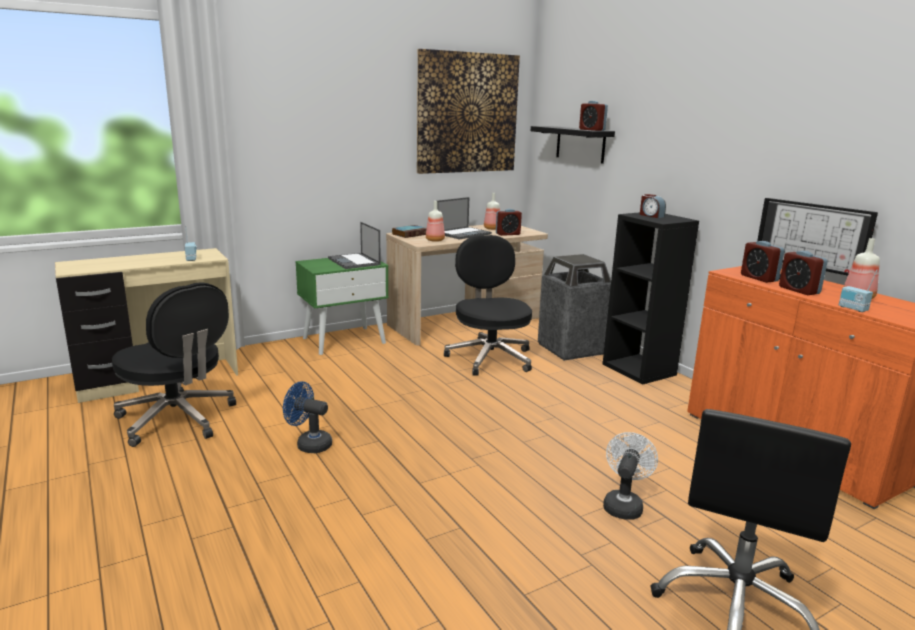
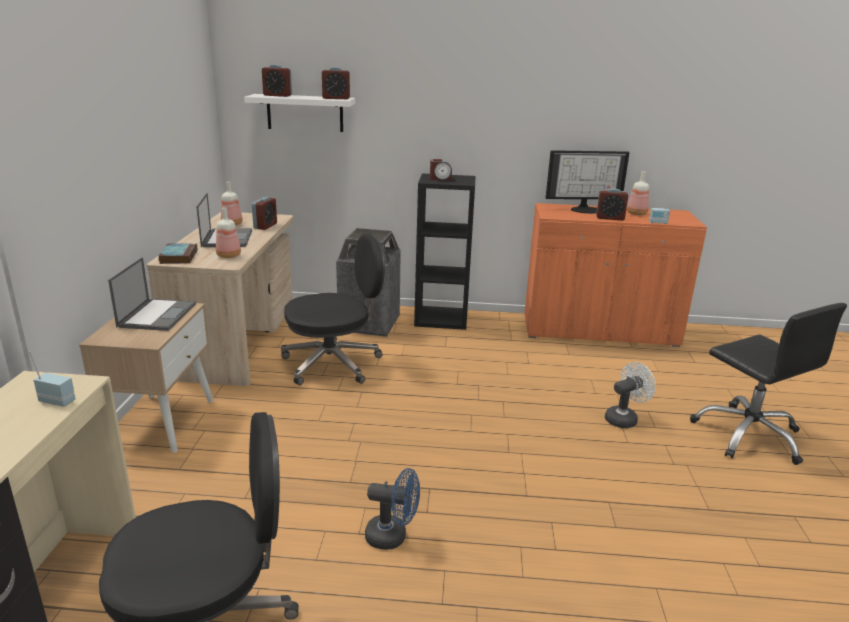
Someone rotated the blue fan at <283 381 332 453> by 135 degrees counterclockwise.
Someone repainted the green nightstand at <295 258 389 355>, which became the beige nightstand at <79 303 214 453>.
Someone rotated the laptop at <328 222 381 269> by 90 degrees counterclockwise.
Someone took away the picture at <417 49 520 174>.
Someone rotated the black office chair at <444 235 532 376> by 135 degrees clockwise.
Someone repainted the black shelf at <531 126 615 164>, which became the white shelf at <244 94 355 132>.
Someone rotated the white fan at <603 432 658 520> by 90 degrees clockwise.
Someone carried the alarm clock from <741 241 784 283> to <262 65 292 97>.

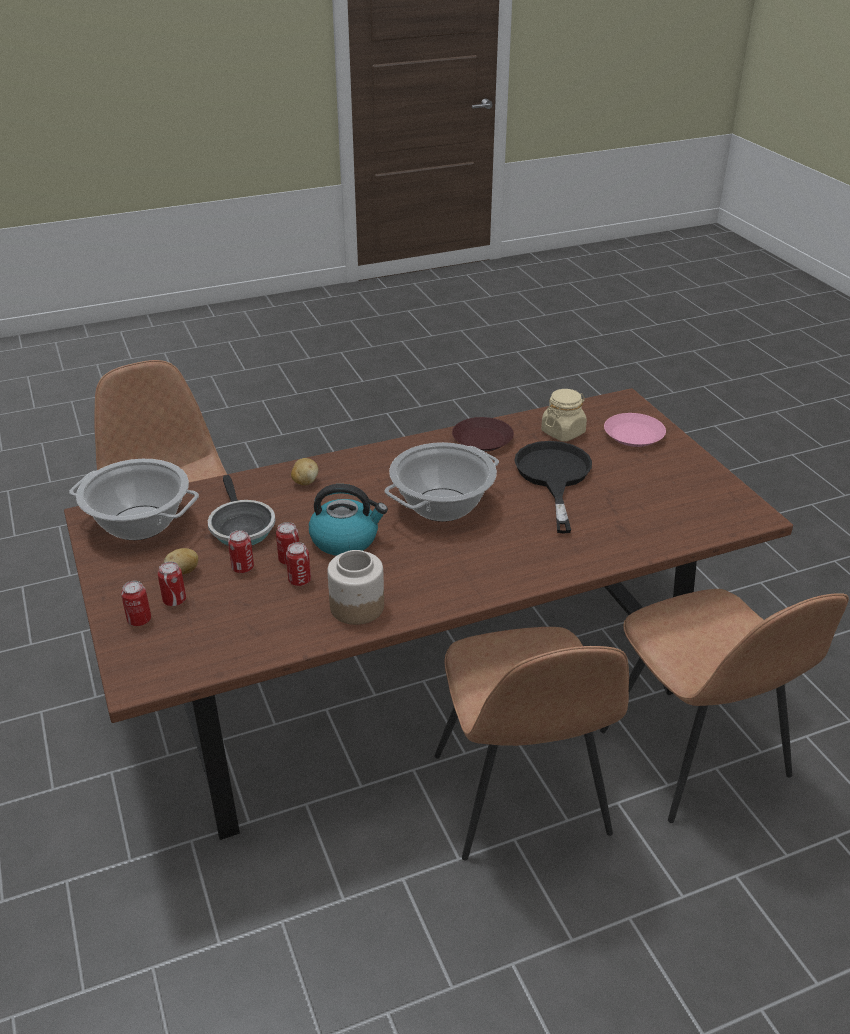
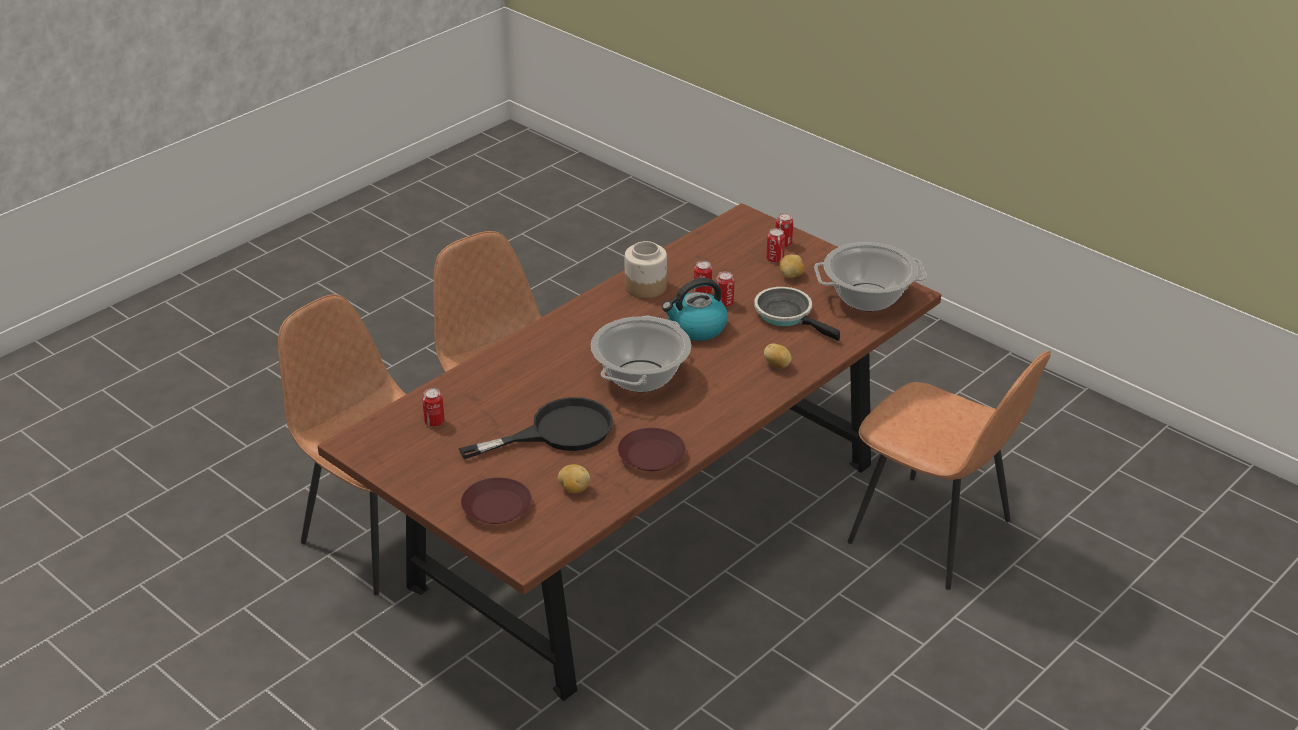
Someone carried the can from <228 530 254 573> to <422 388 444 427>.
Someone rotated the black frying pan at <514 441 592 534> by 90 degrees counterclockwise.
Someone swapped the beige jar at <541 389 587 441> for the potato at <558 464 590 493>.
Someone repainted the pink plate at <604 413 666 447>, which became the brown plate at <461 477 532 524>.

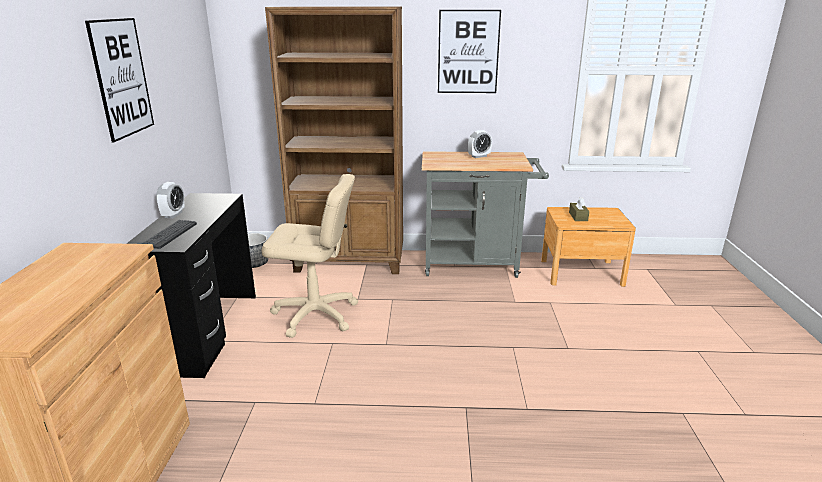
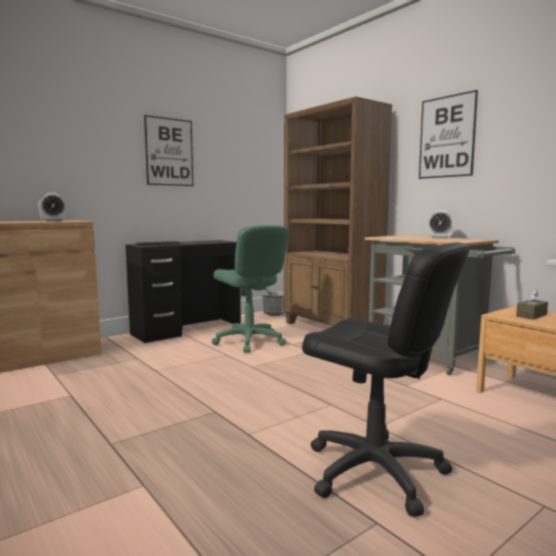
Someone carried the alarm clock from <156 182 185 218> to <38 193 67 222>.
Someone repainted the beige office chair at <261 174 358 338>, which became the green office chair at <212 225 288 353>.
Someone put down the black office chair at <302 242 469 517>.

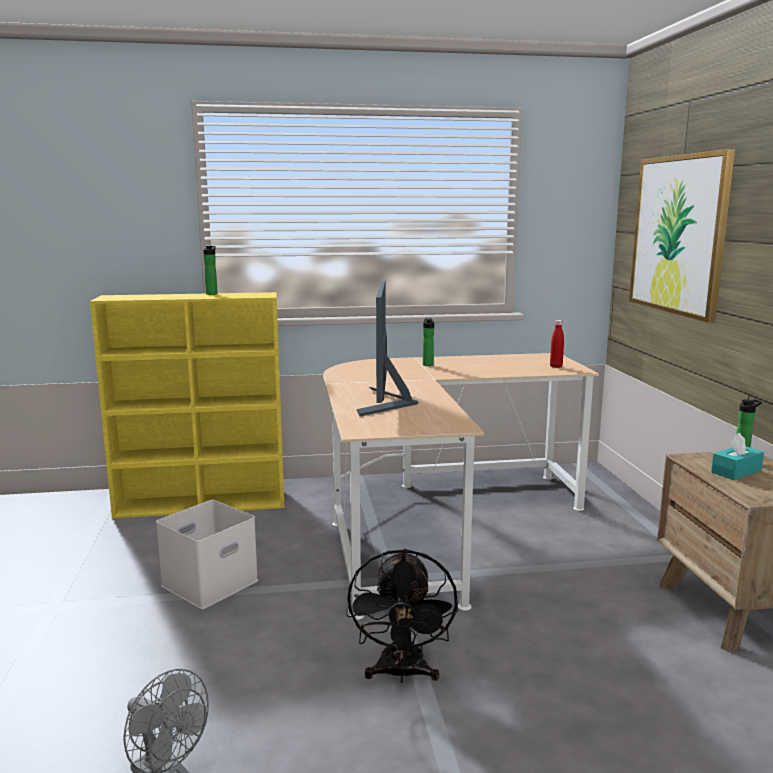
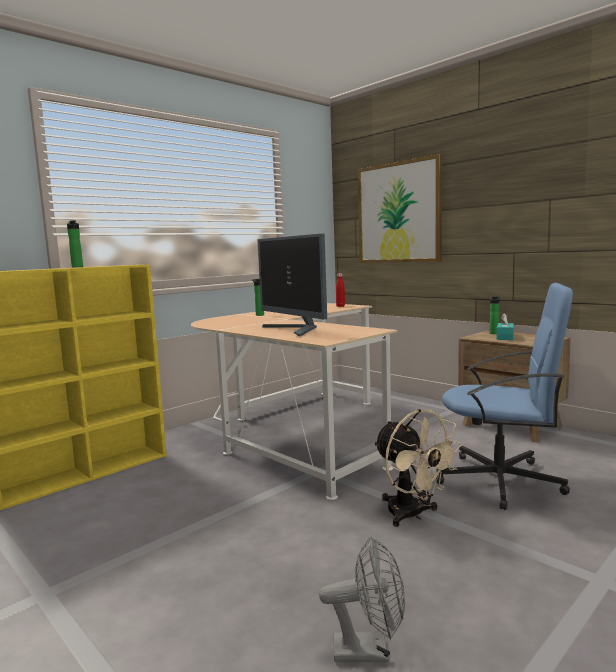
Someone took away the white storage box at <156 500 258 609>.
Someone repainted the black fan at <346 549 458 683>, which became the beige fan at <374 409 462 527>.
Someone put down the blue office chair at <436 283 573 510>.

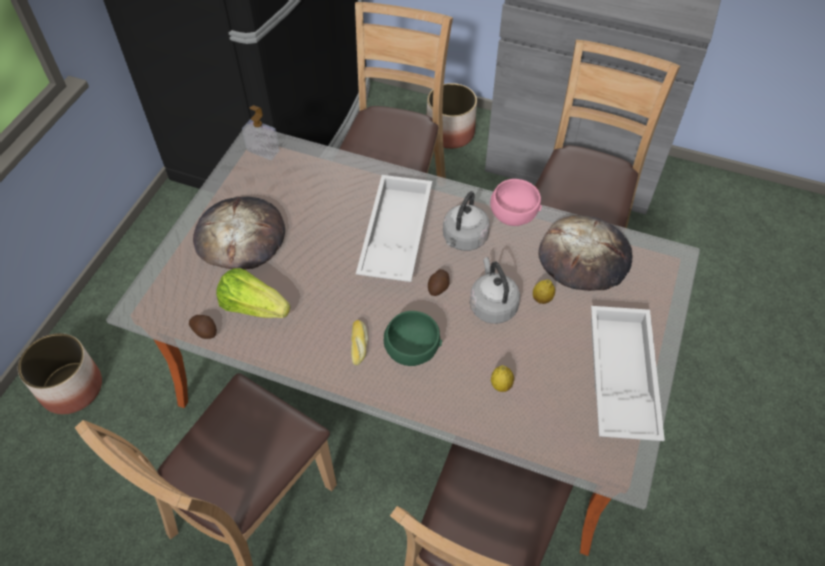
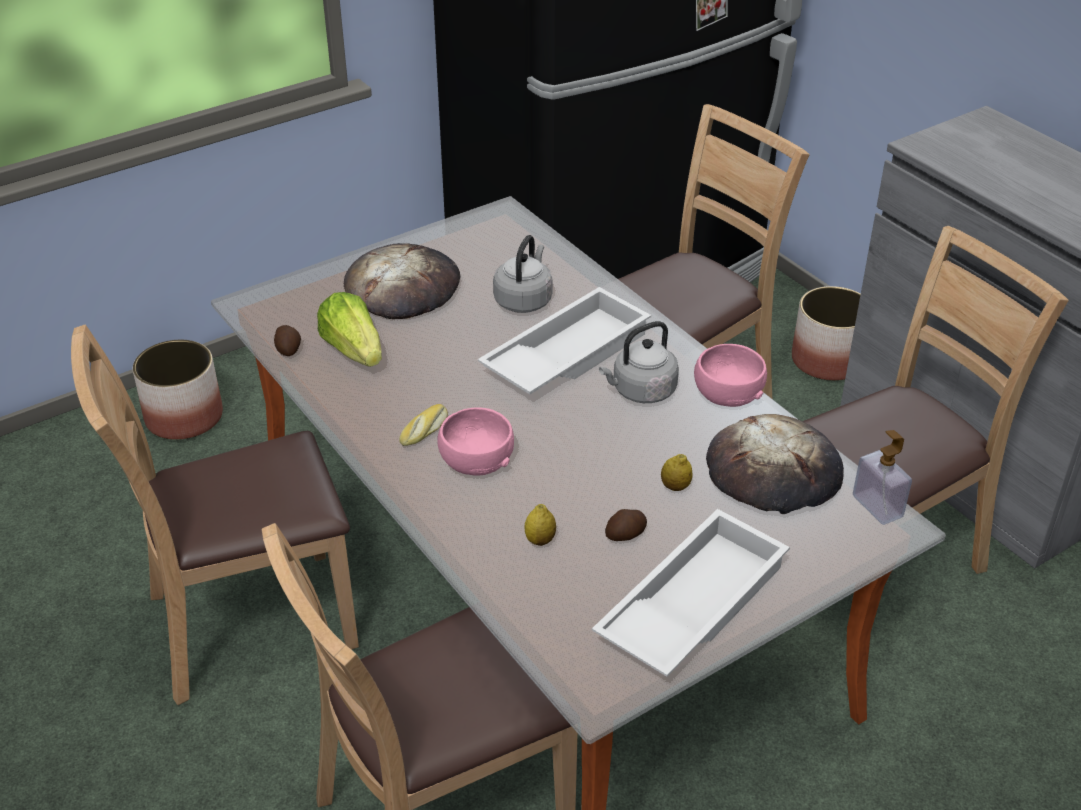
Someone carried the soap dispenser from <242 105 280 160> to <853 430 912 525>.
Someone repainted the green bowl at <384 311 442 366>, which became the pink bowl at <437 407 514 476>.
Someone carried the potato from <428 269 450 296> to <605 509 647 541>.
Someone carried the grey kettle from <470 257 520 324> to <493 235 552 313>.

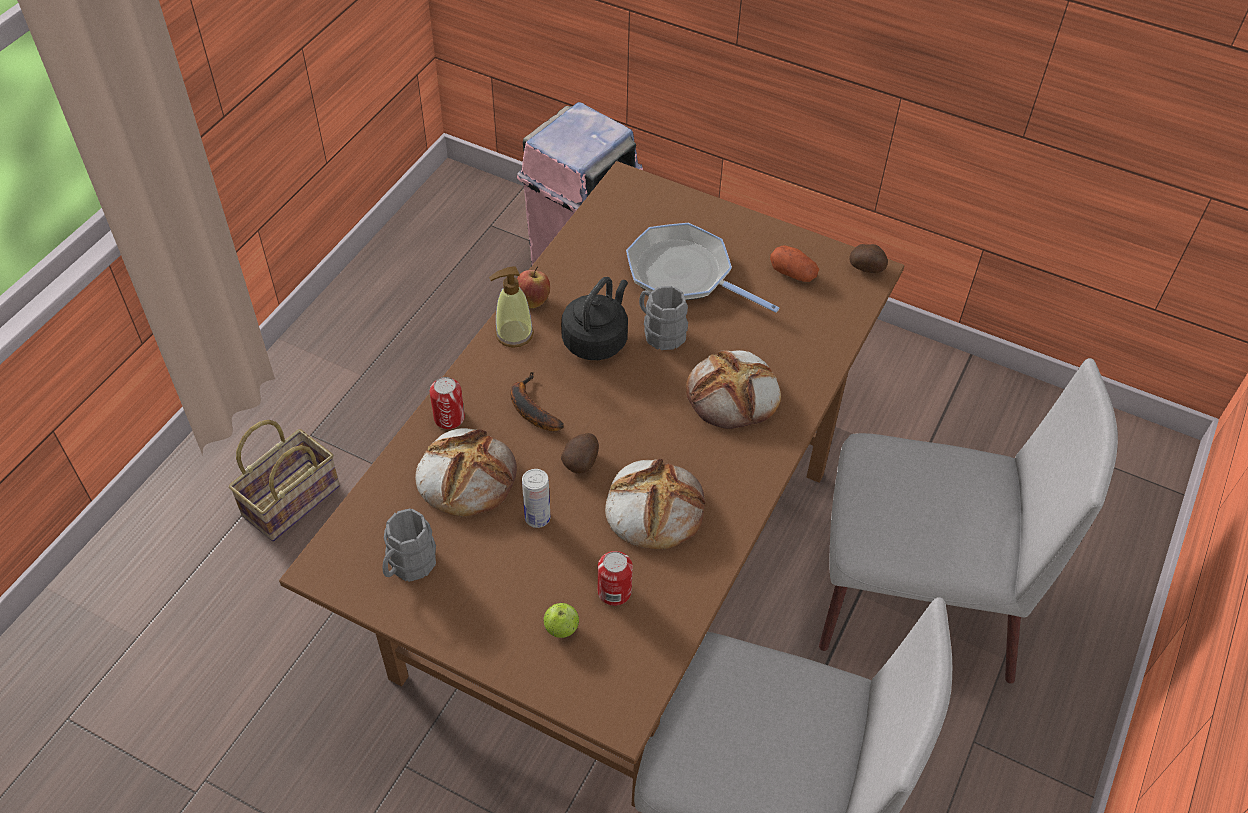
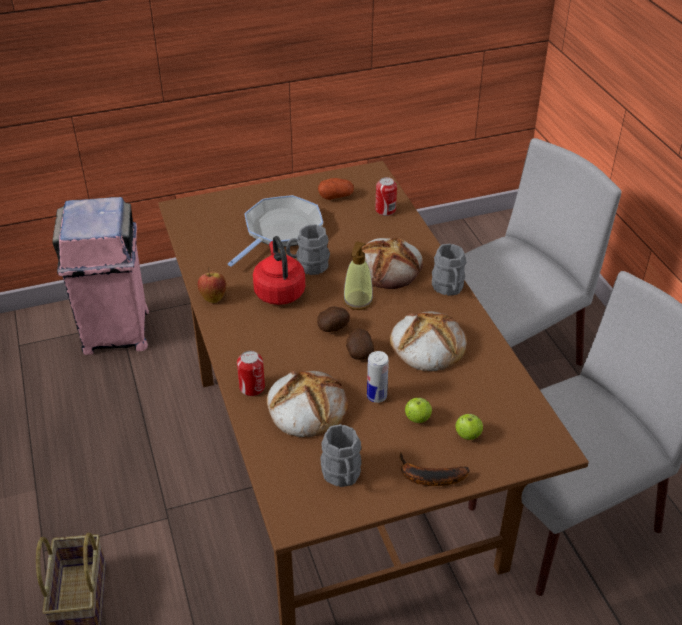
Someone carried the soap dispenser from <489 266 534 348> to <343 241 373 310>.
Someone carried the banana from <510 372 564 431> to <400 452 470 486>.
Someone repainted the black kettle at <561 277 628 360>, which became the red kettle at <253 236 305 305>.
Someone carried the can from <598 551 633 606> to <375 177 397 216>.
Someone rotated the frying pan at <626 223 779 313> by 135 degrees clockwise.
Someone carried the potato from <849 244 888 273> to <317 306 350 332>.
Someone put down the apple at <405 398 432 423>.
Someone put down the grey mug at <432 244 466 296>.

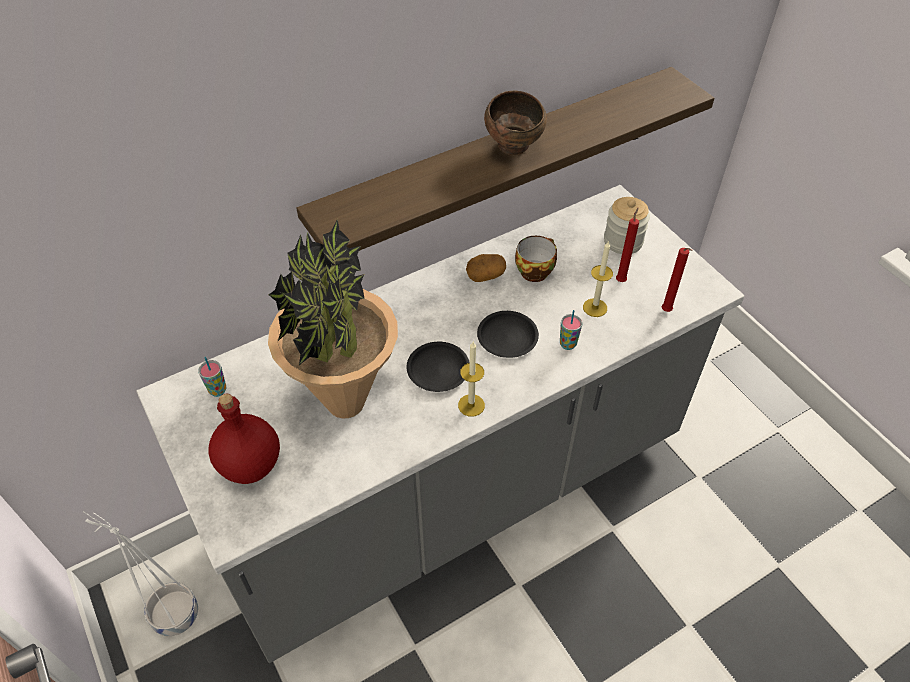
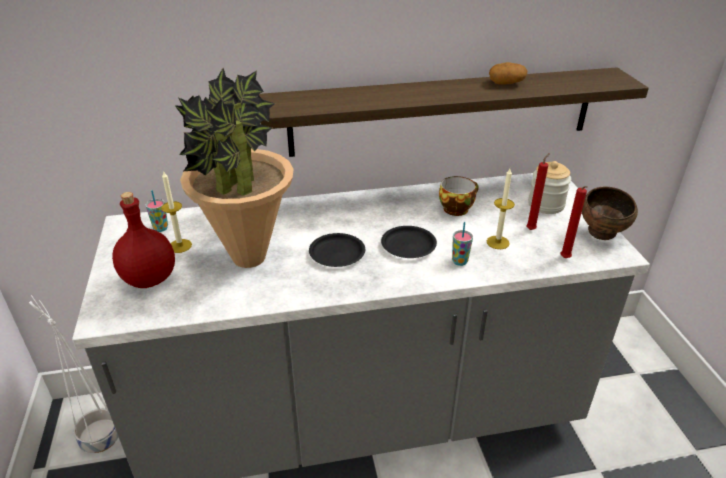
Someone carried the candle from <458 342 485 417> to <161 172 192 253>.
Someone carried the potato from <466 254 506 282> to <489 62 527 85>.
Someone carried the brown bowl from <484 90 547 155> to <582 187 638 240>.

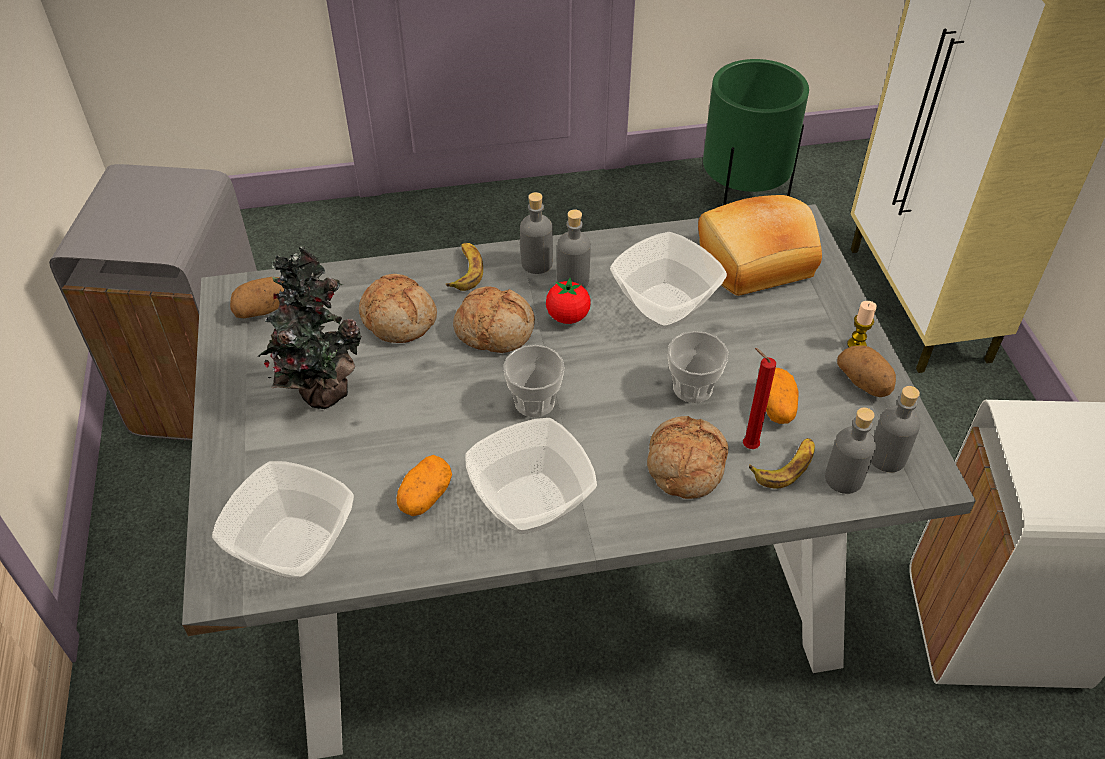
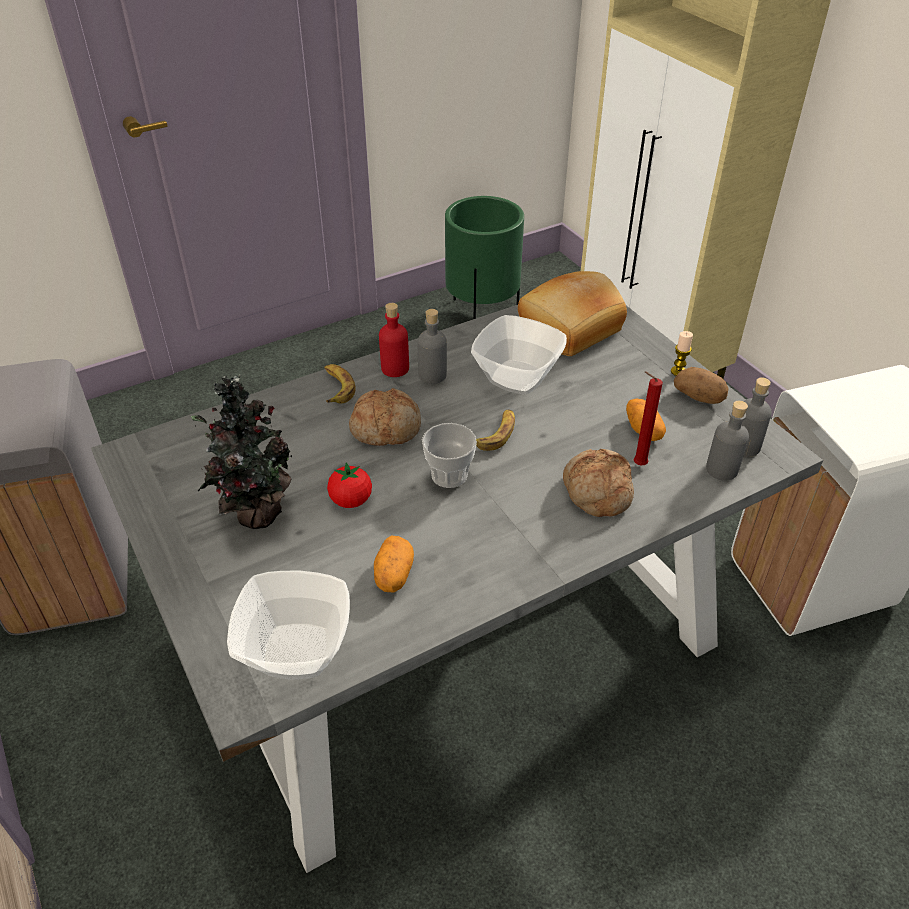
Someone took away the potato at <230 277 284 318>.
Someone took away the bread at <359 274 437 343>.
Someone took away the bowl at <465 418 597 534>.
Someone repainted the grey bottle at <520 192 553 274>, which became the red bottle at <379 303 409 377>.
Someone carried the tomato from <546 278 591 324> to <327 462 372 508>.
Someone took away the cup at <667 331 728 403>.
Someone carried the banana from <749 438 815 489> to <476 410 515 451>.

